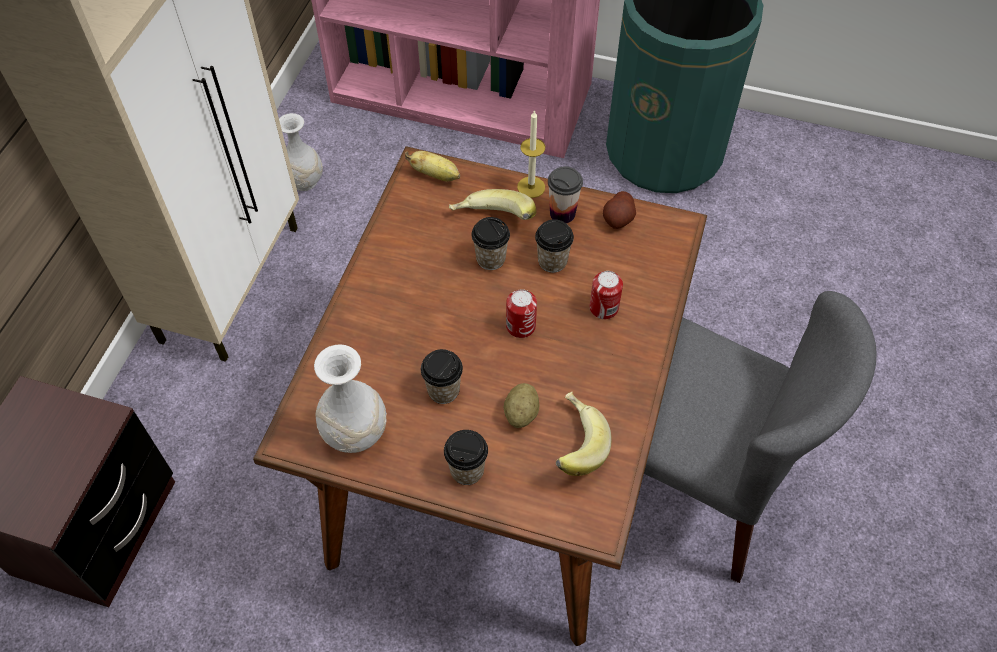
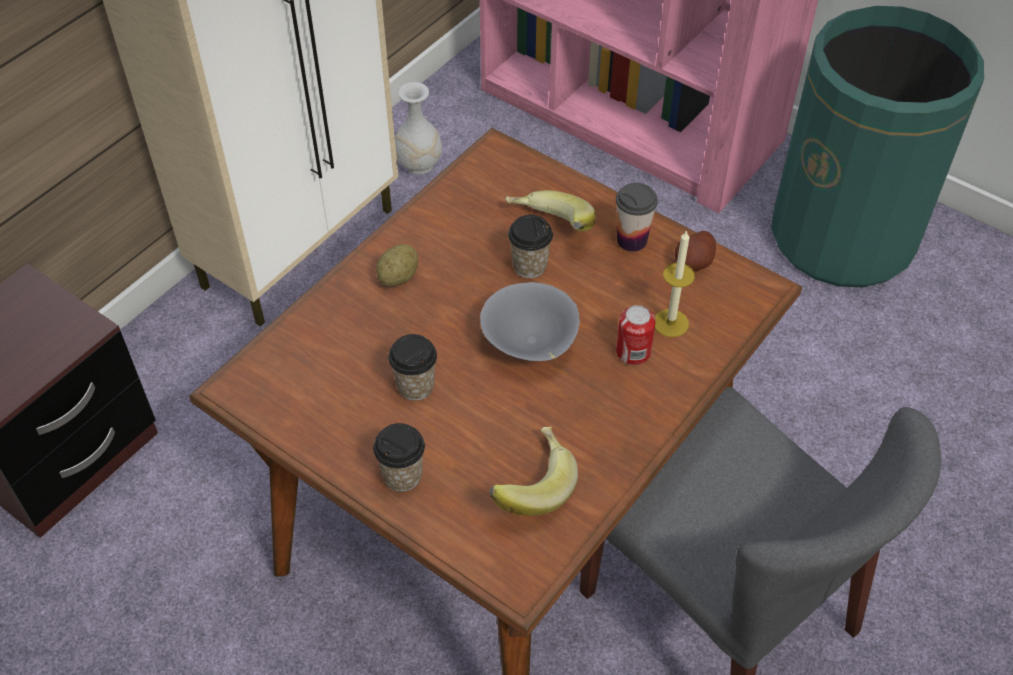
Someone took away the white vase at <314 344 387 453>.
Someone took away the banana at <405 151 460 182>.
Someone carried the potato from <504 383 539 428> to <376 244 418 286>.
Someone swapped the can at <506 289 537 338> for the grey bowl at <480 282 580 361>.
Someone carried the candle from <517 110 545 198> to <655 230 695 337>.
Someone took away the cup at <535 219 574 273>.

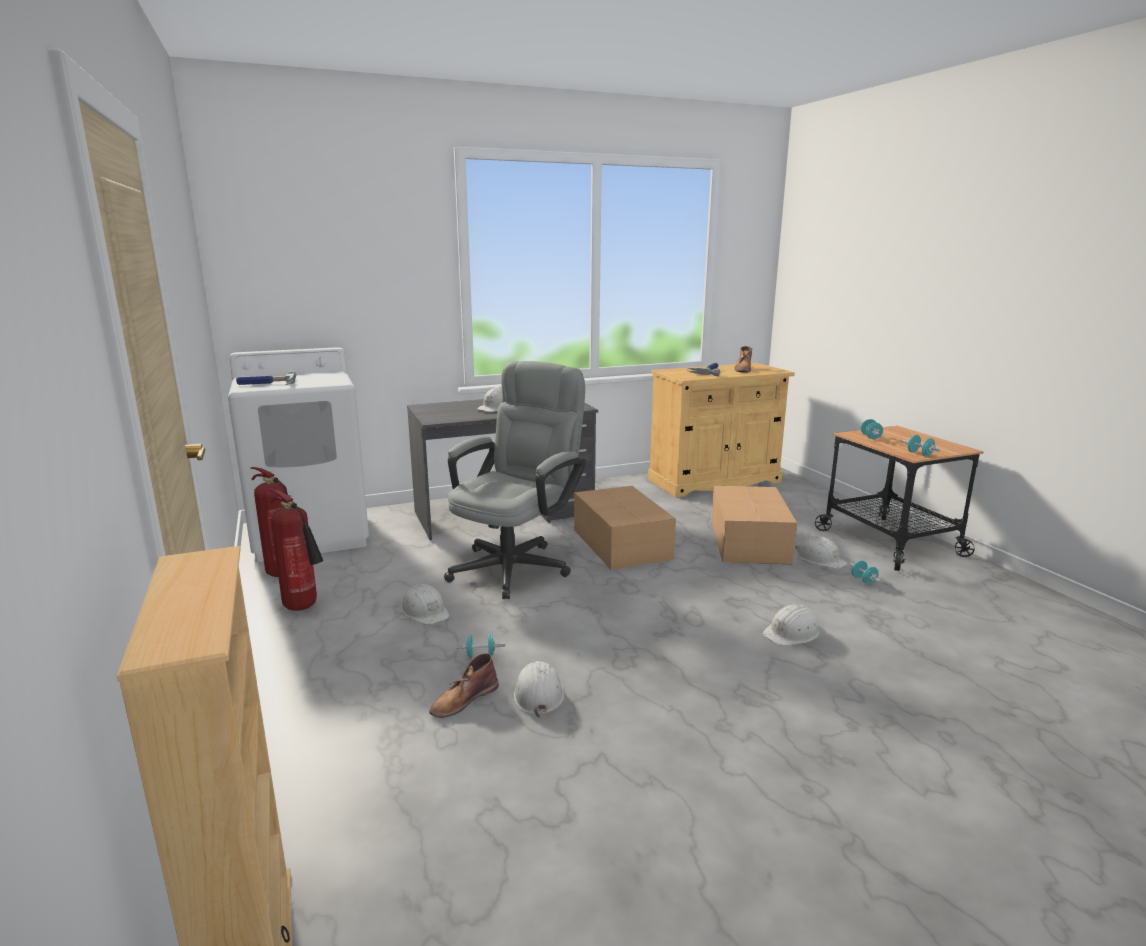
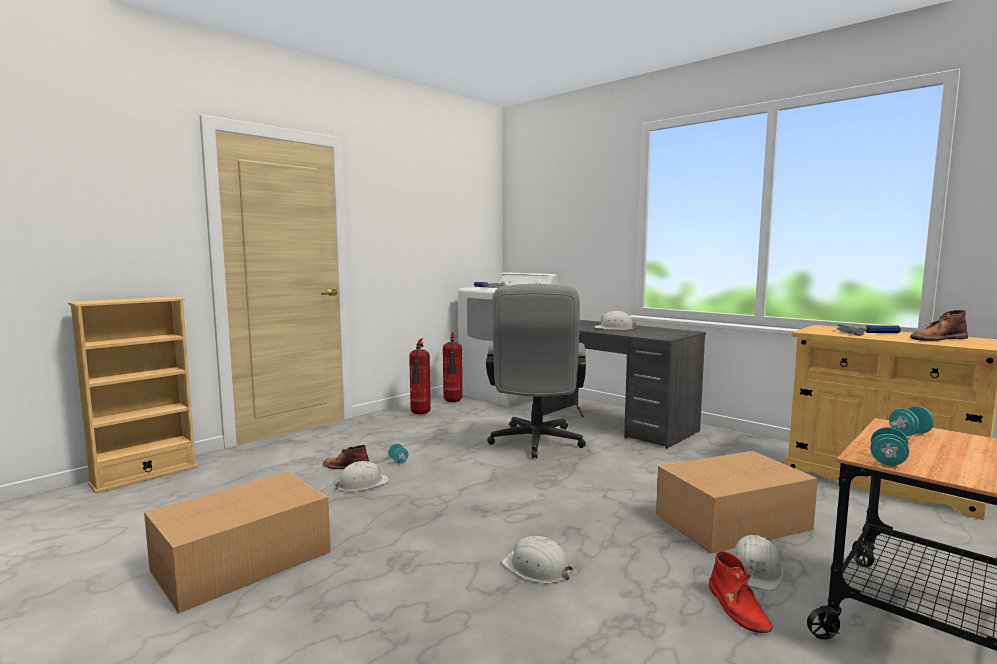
Someone took away the white hard hat at <400 584 450 625>.
Someone rotated the grey office chair at <444 361 586 599> by 90 degrees clockwise.
Someone carried the cardboard box from <574 486 676 570> to <144 472 331 614>.
Someone swapped the turquoise dumbbell at <850 560 880 584> for the red boot at <709 551 773 633>.

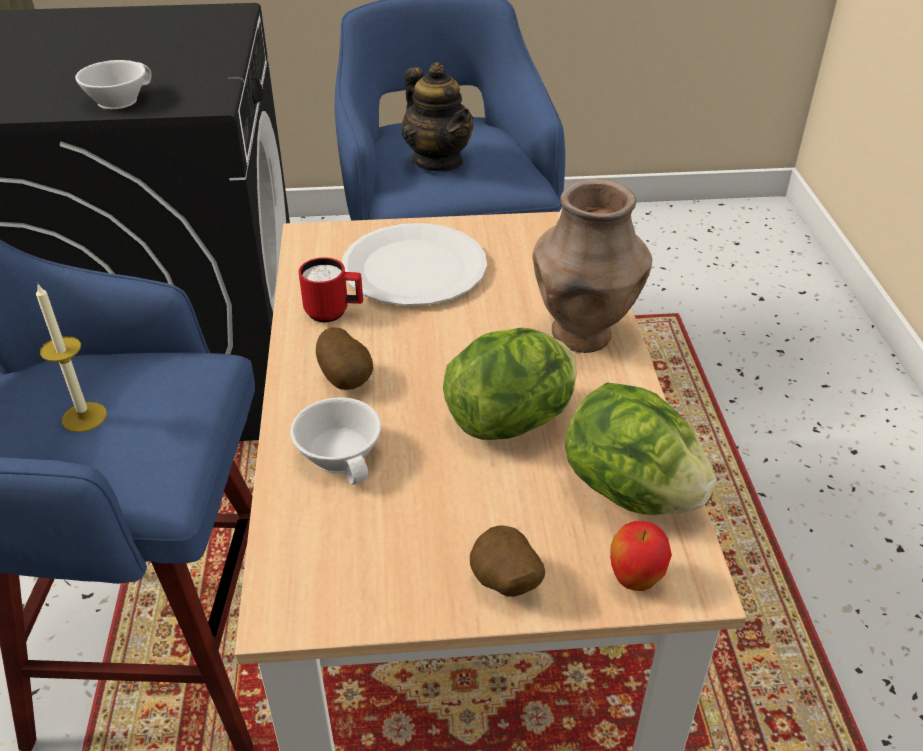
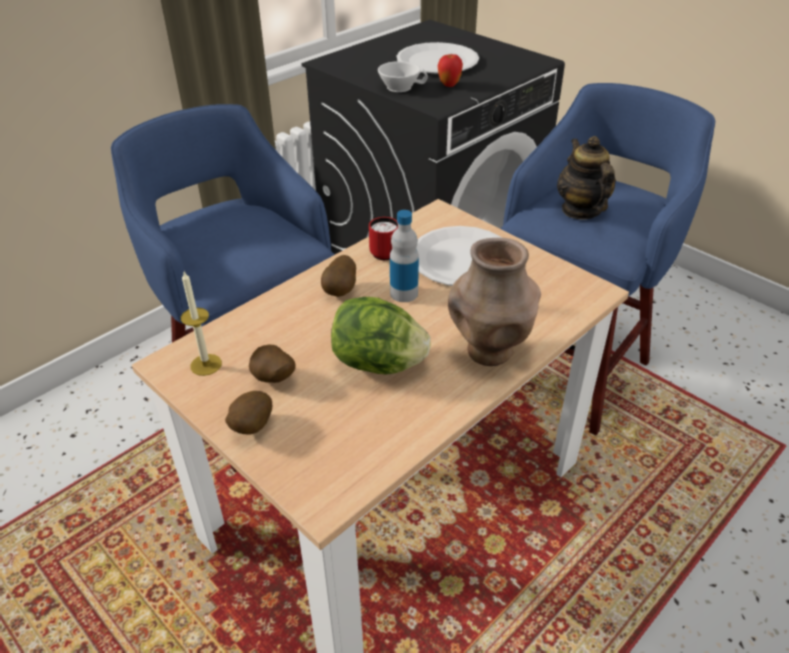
Someone carried the candle from <36 284 107 432> to <181 272 222 376>.
Someone took away the white cup at <290 397 381 485>.
Someone rotated the teapot at <402 62 473 172> by 150 degrees clockwise.
Someone took away the lettuce at <565 383 717 515>.
Someone carried the apple from <610 521 672 591> to <438 54 463 87>.
Someone put down the potato at <249 345 296 383>.
Someone put down the bottle at <390 210 419 302>.
Someone put down the white plate at <397 42 479 74>.

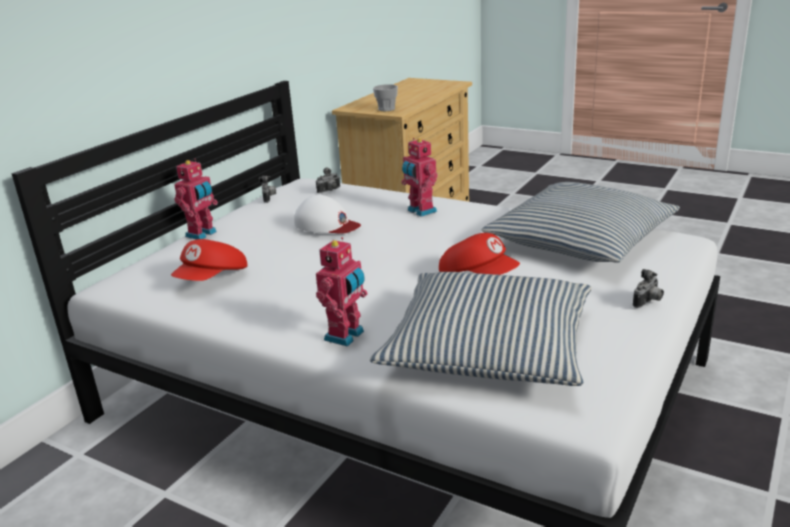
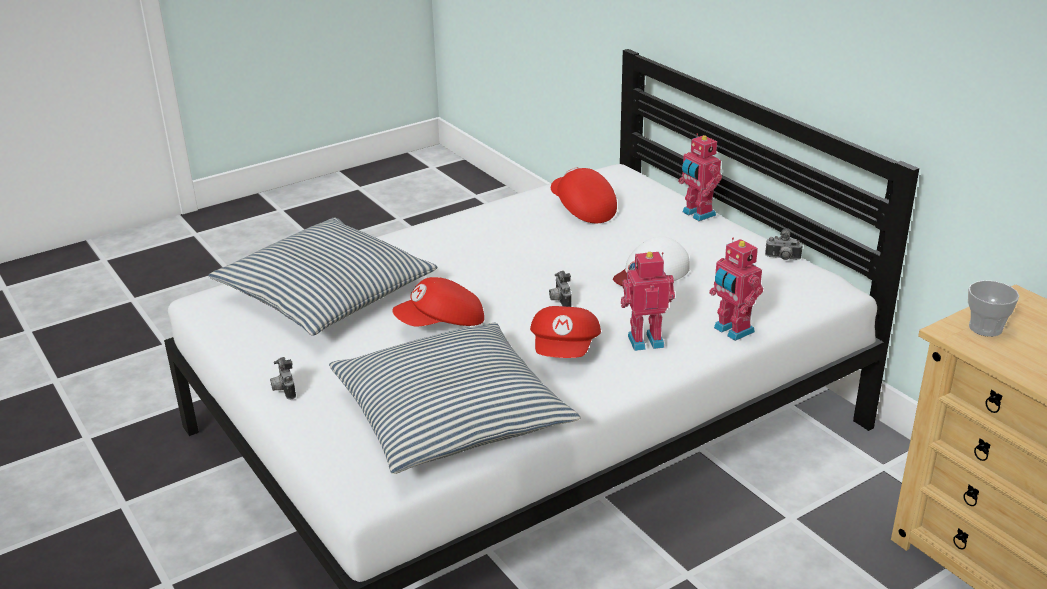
Someone carried the photo camera from <316 167 340 193> to <549 271 572 307>.
Someone carried the toy robot from <316 237 367 347> to <709 238 763 341>.
Someone put down the red cap at <530 306 601 358>.

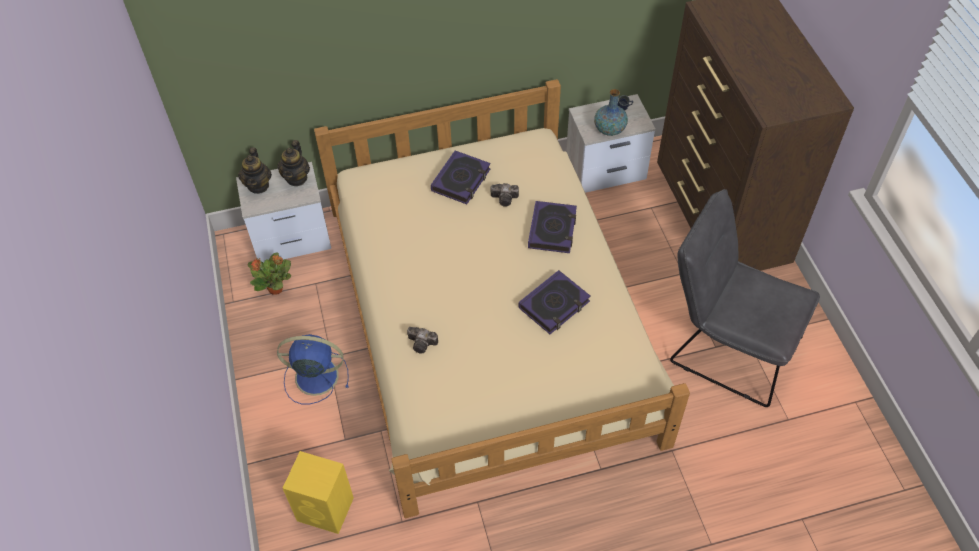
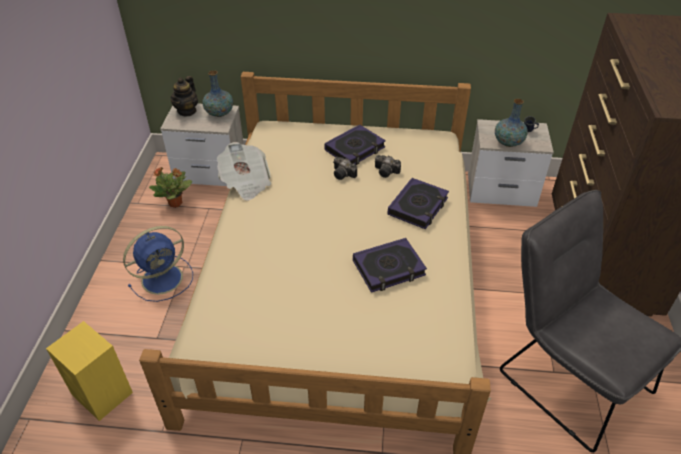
Someone rotated the blue fan at <277 334 349 404> by 120 degrees clockwise.
Someone swapped the teapot at <278 140 310 186> for the vase at <202 70 233 117>.
Someone carried the photo camera from <407 327 438 354> to <333 157 357 180>.
Someone put down the newspaper at <217 142 272 201>.

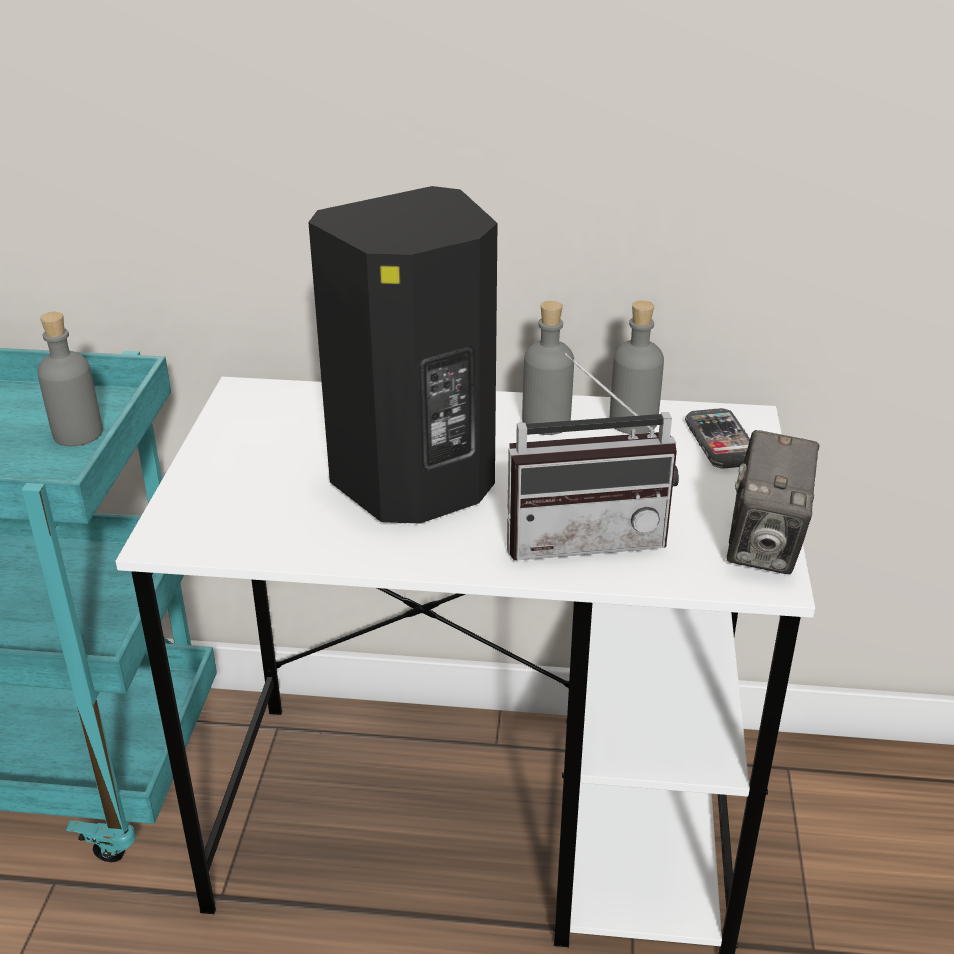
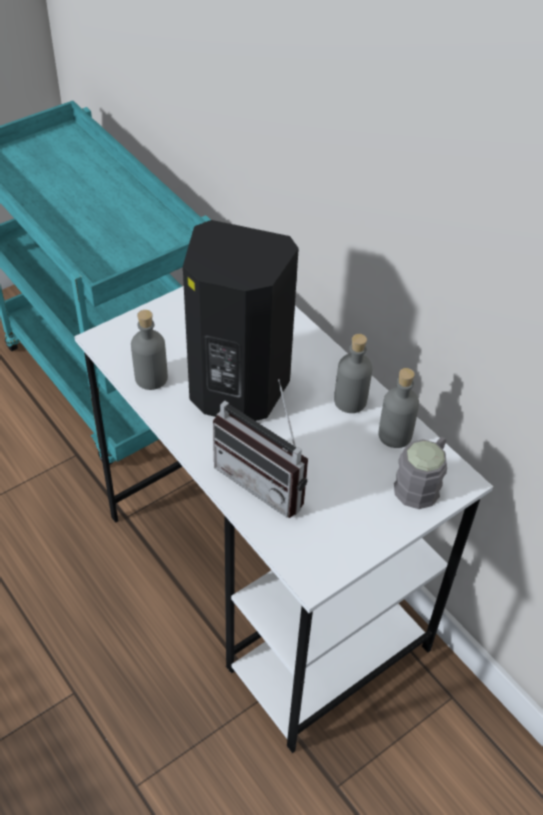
Someone carried the grey bottle from <37 312 103 446> to <131 310 168 390>.
Someone swapped the phone at <685 408 750 469> for the grey mug at <394 437 447 509>.
Someone took away the photo camera at <727 430 820 574>.

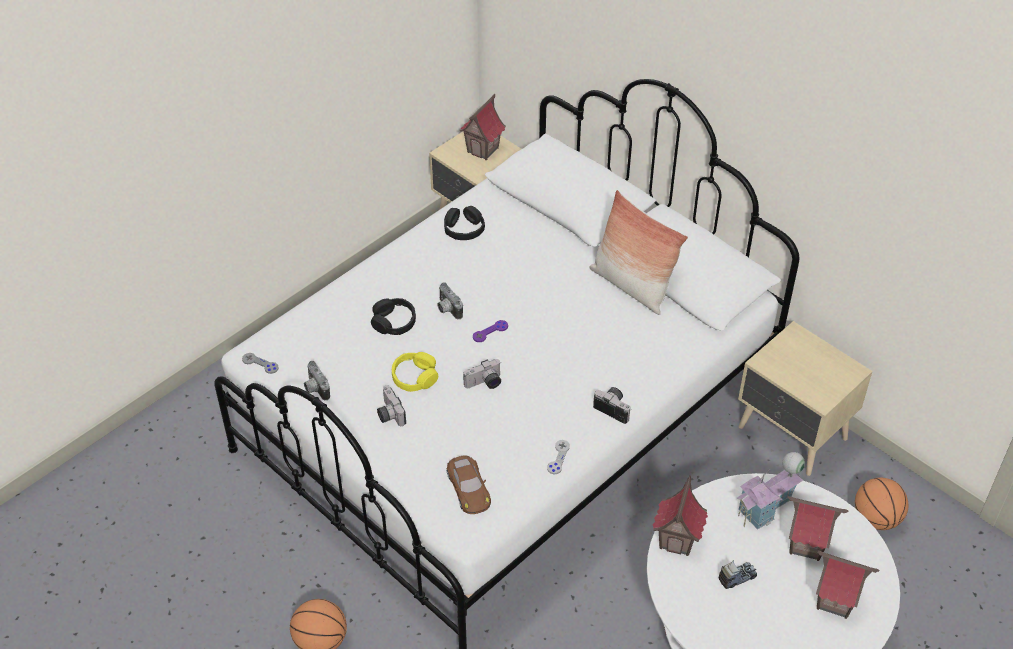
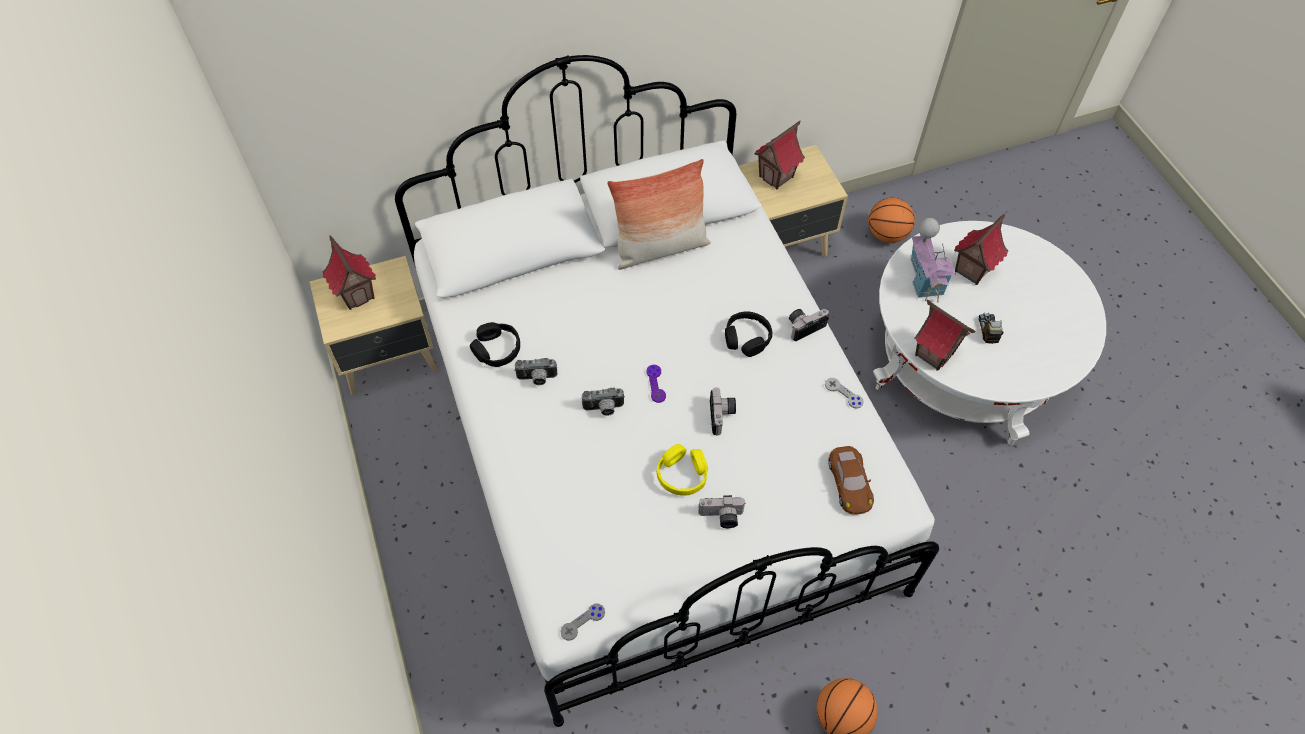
Someone carried the photo camera from <304 361 330 400> to <514 358 557 385>.
Someone carried the black headphones from <371 298 416 335> to <725 311 772 357>.
Someone rotated the brown toy car at <446 455 491 514> by 75 degrees clockwise.
Someone carried the toy house from <816 551 879 619> to <754 121 805 189>.

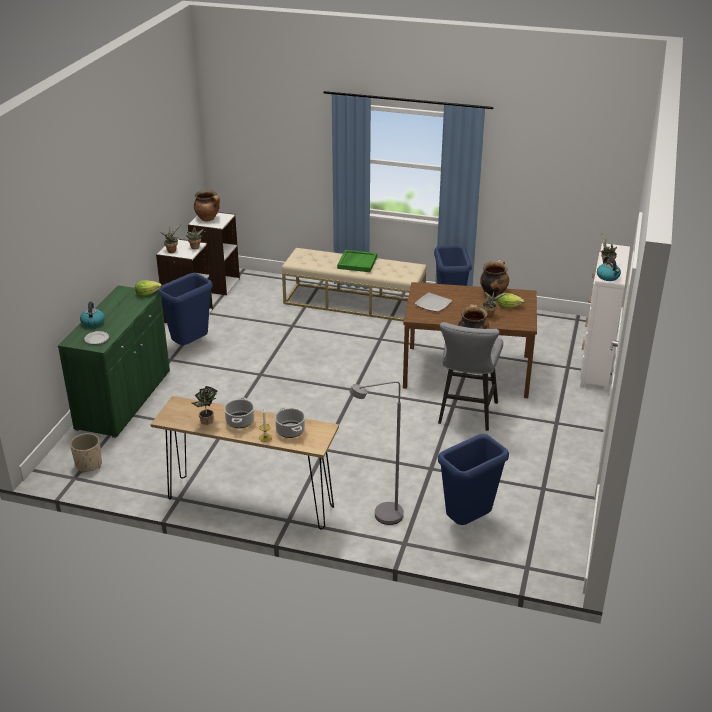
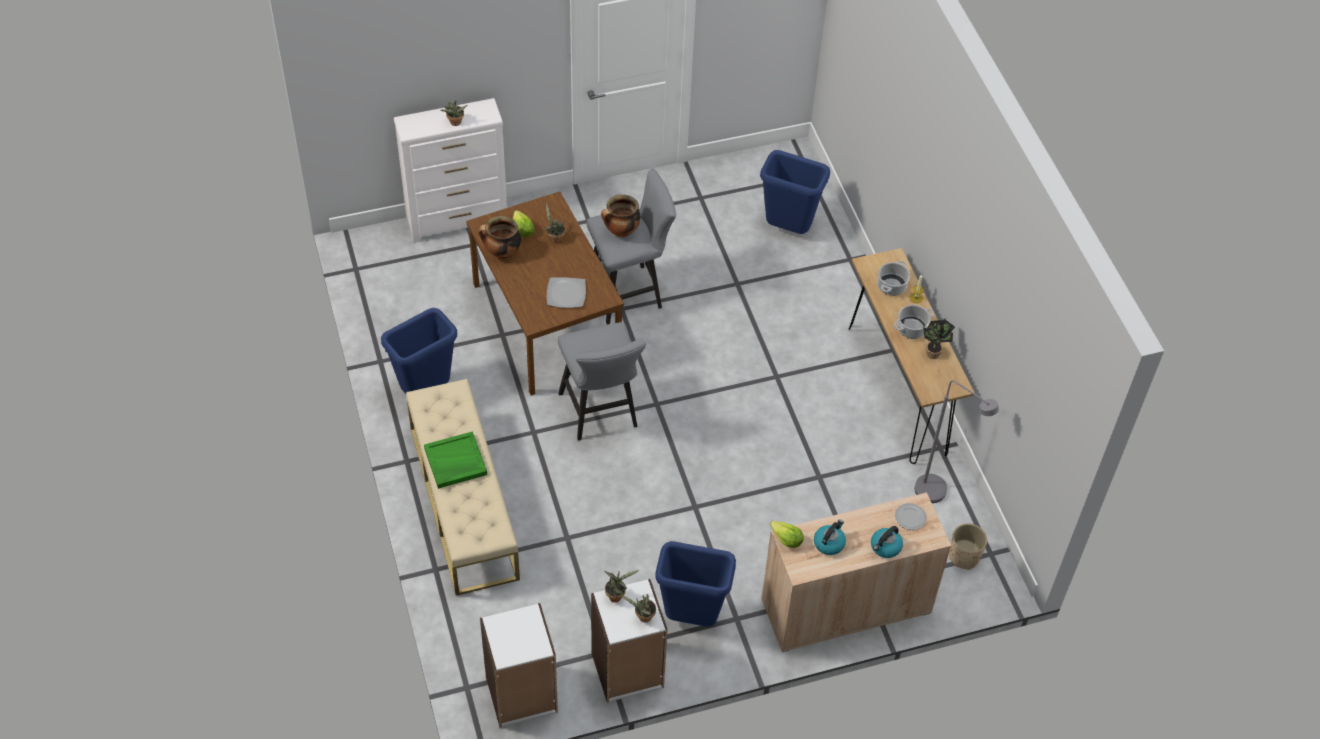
Someone repainted the green cabinet at <58 285 170 438>, which became the beige cabinet at <761 493 951 652>.
Someone took away the cooking pot at <194 190 220 221>.
Someone carried the grey floor lamp from <350 381 404 525> to <915 380 999 503>.
Someone carried the kettle from <597 256 621 281> to <814 519 846 555>.
Someone put down the grey stool at <558 322 646 440>.

